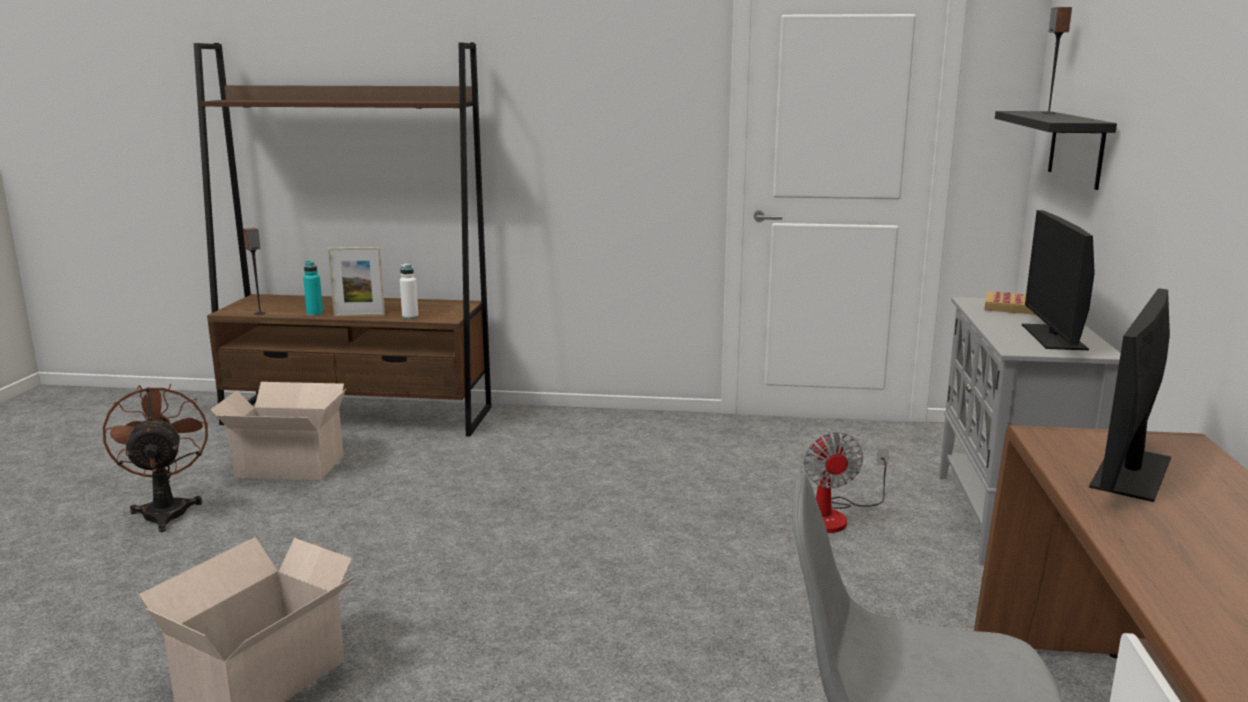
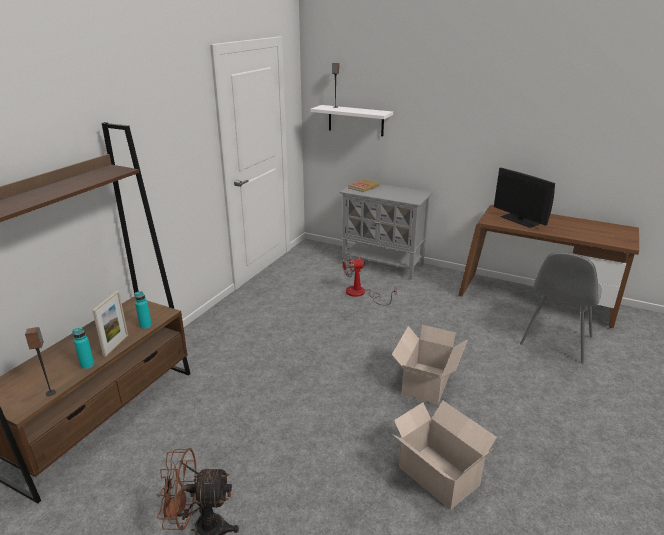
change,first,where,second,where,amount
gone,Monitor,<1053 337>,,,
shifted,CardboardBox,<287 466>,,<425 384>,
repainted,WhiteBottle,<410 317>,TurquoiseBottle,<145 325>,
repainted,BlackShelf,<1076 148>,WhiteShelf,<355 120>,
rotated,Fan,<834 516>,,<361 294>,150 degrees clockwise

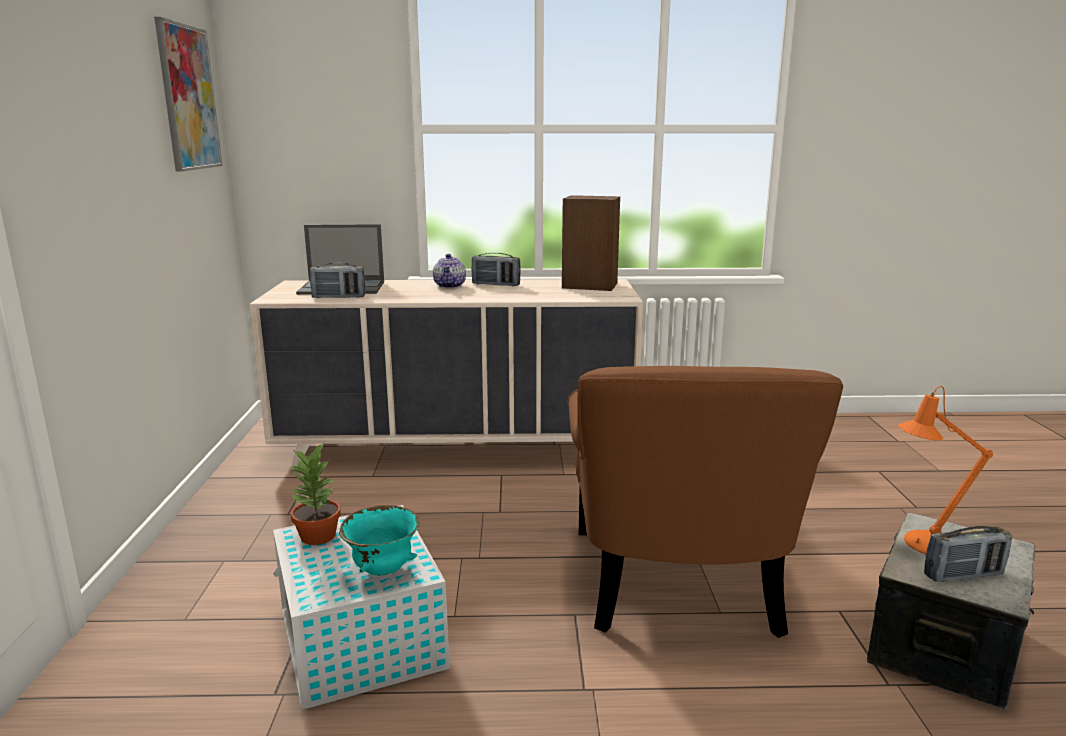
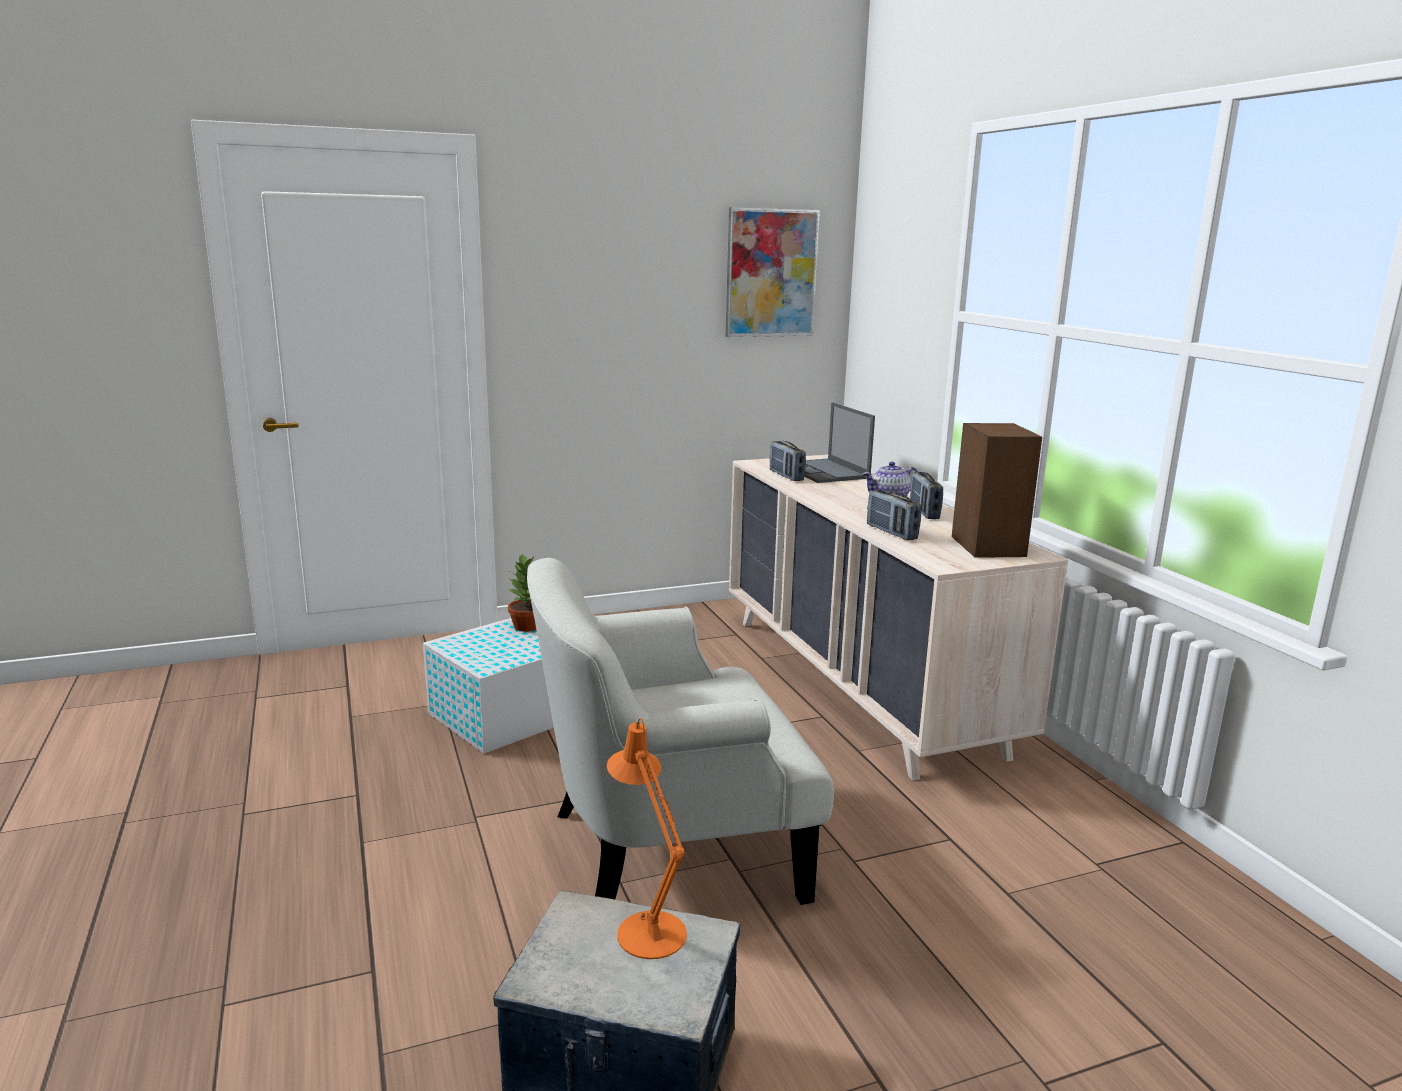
change,first,where,second,where,amount
gone,TurquoiseBowl,<382 570>,,,
shifted,Radio,<963 575>,,<891 532>,
repainted,BrownArmchair,<679 581>,WhiteArmchair,<666 851>,

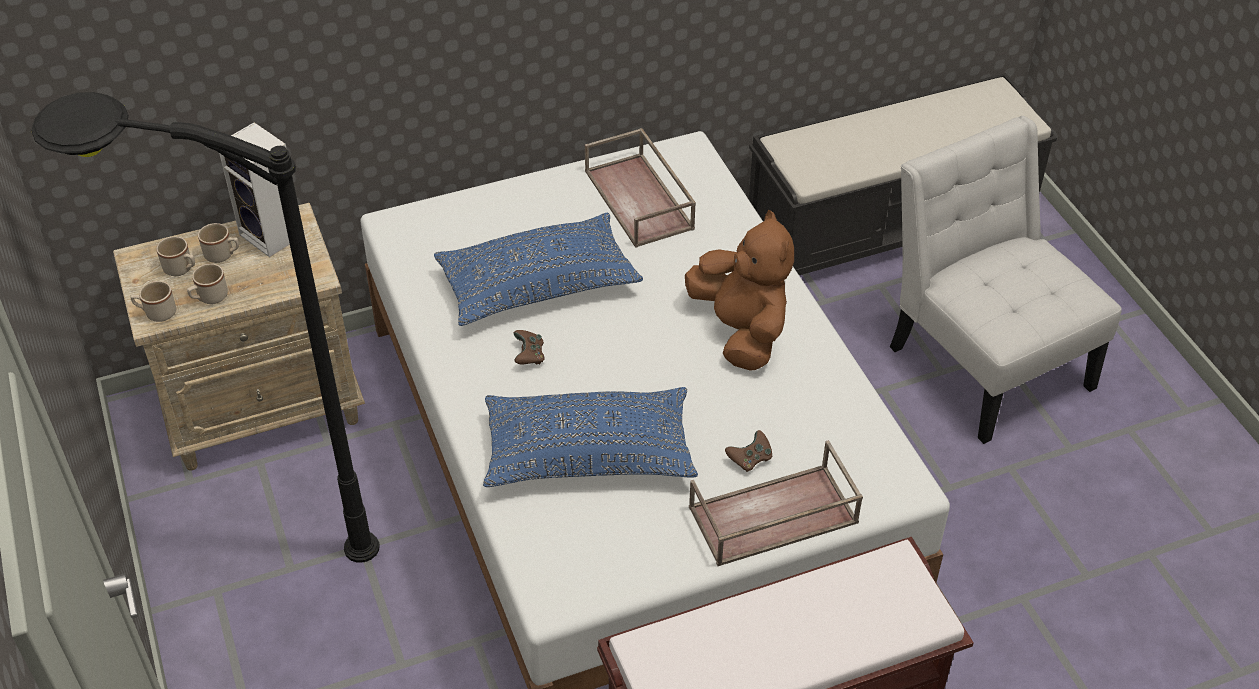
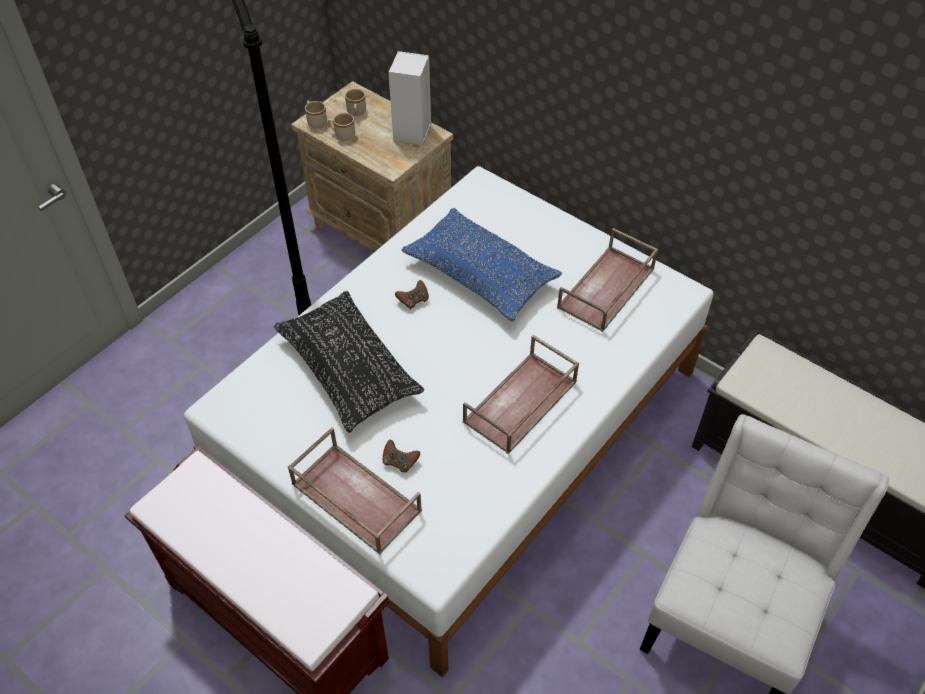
change,first,where,second,where,amount
gone,BeigeMug,<223 255>,,,
swapped,BrownPlushToy,<741 331>,BrownTray,<520 403>,
repainted,BluePillow,<589 453>,BlackPillow,<349 370>,

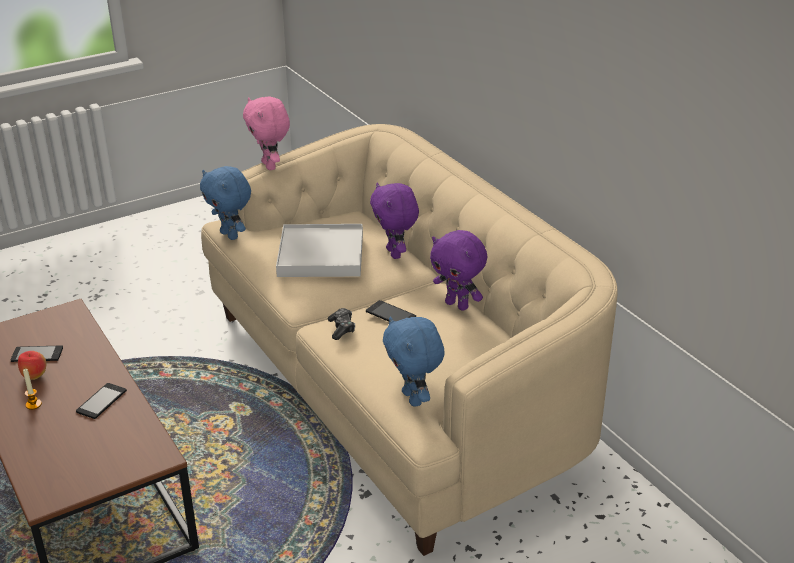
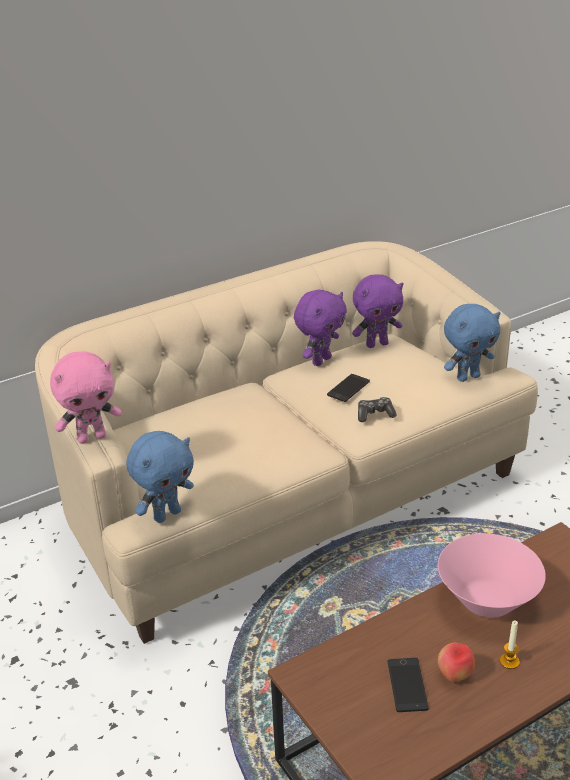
change,first,where,second,where,amount
gone,WhiteTray,<320 255>,,,
shifted,PurplePlushToy,<395 253>,,<377 344>,
swapped,Phone,<101 401>,PinkBowl,<487 601>,

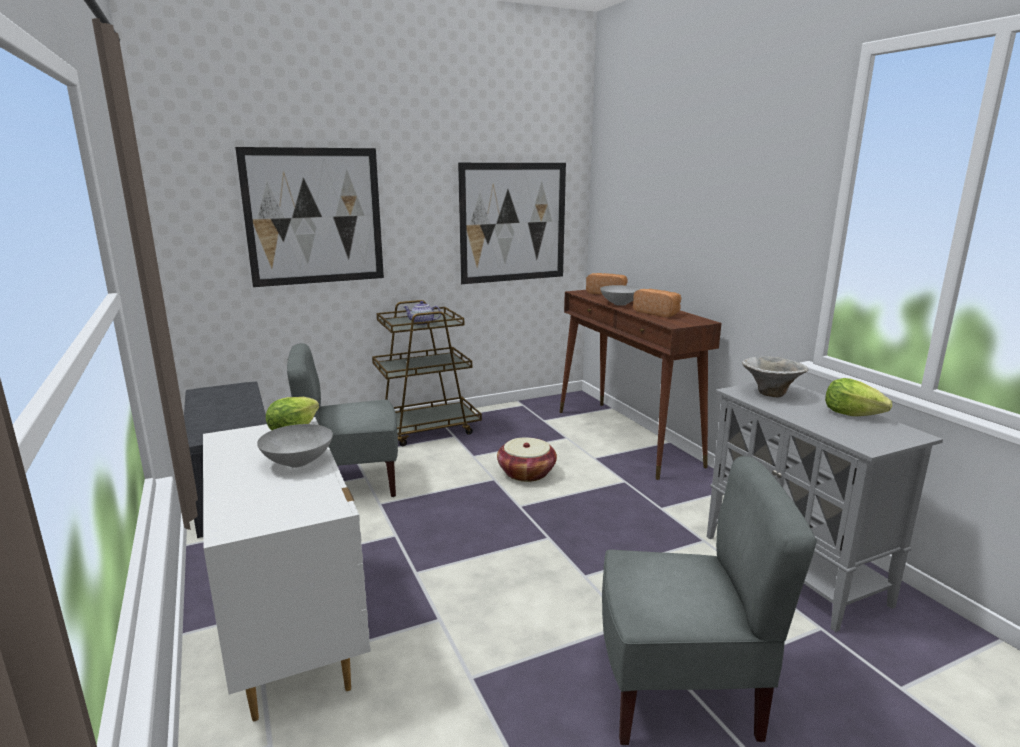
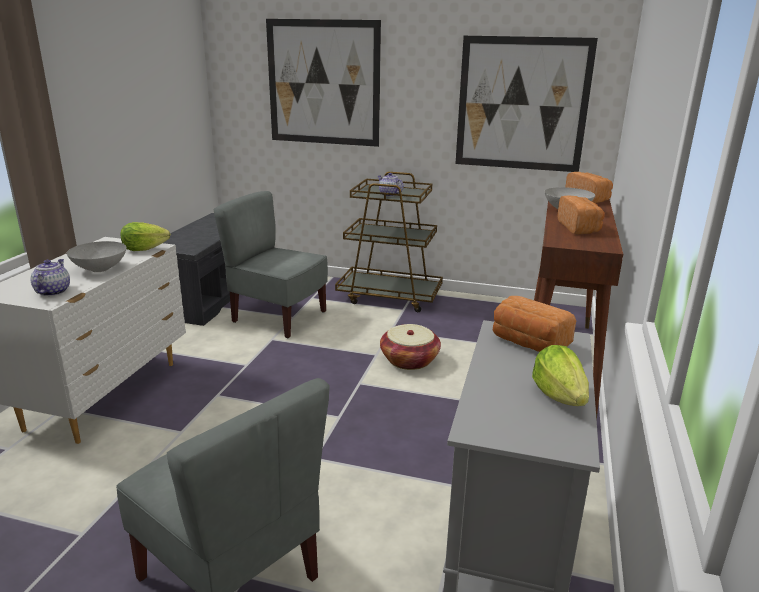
change,first,where,second,where,amount
new,,,Teapot,<53 291>,
swapped,Bowl,<769 393>,Bread,<528 343>,

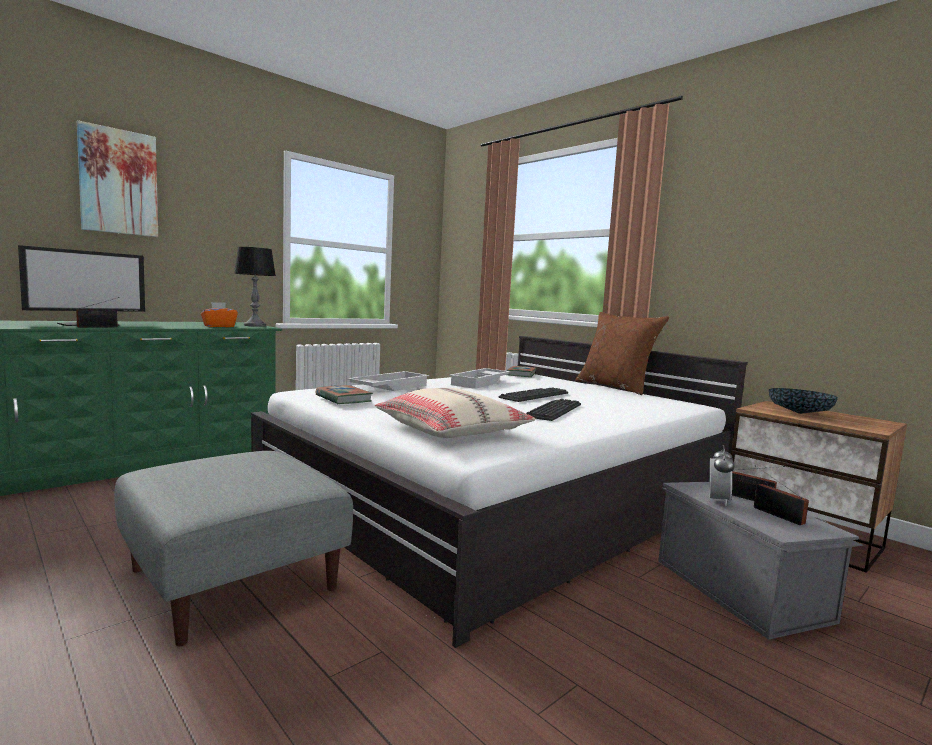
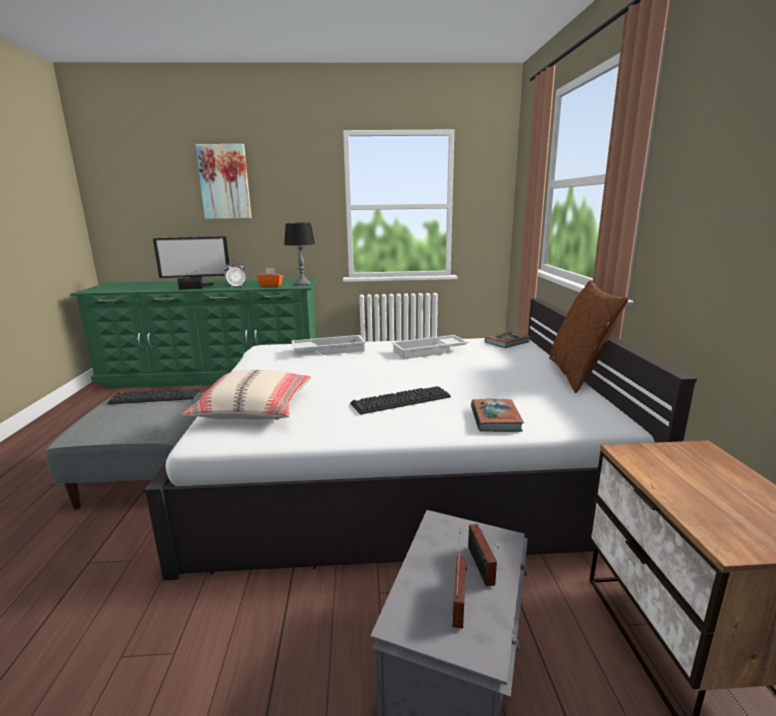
change,first,where,second,where,amount
gone,Bowl,<799 413>,,,
shifted,Book,<343 399>,,<495 419>,
shifted,Keyboard,<534 395>,,<155 397>,
shifted,AlarmClock,<717 500>,,<236 287>,

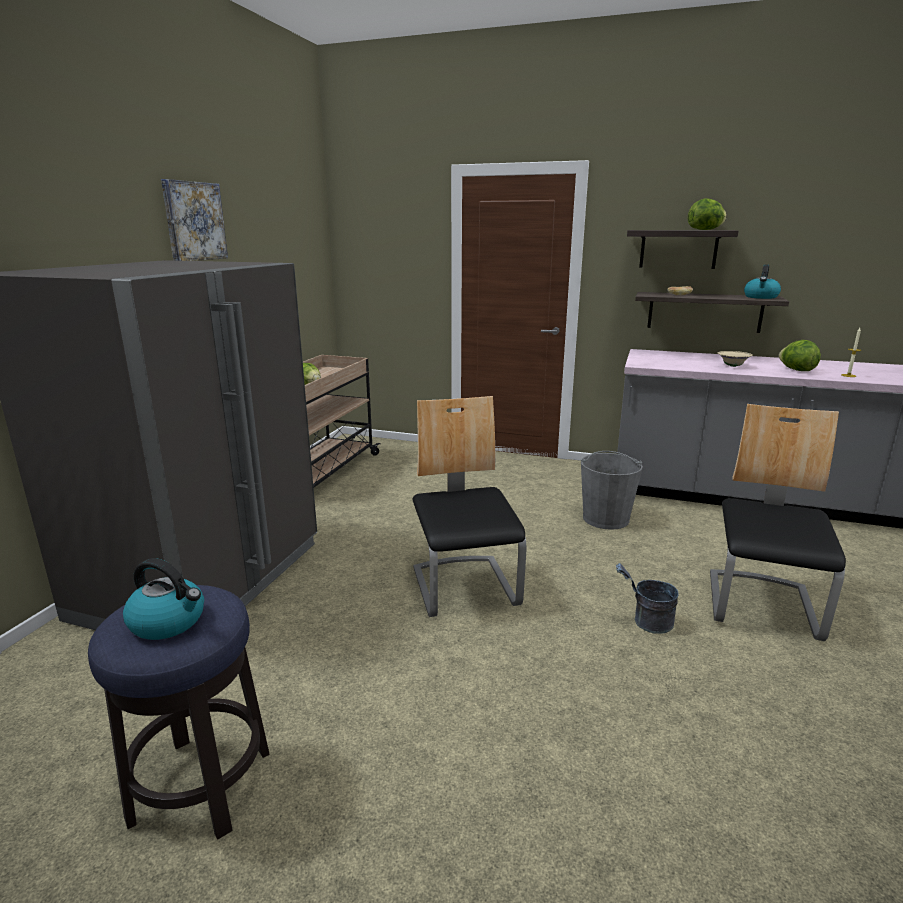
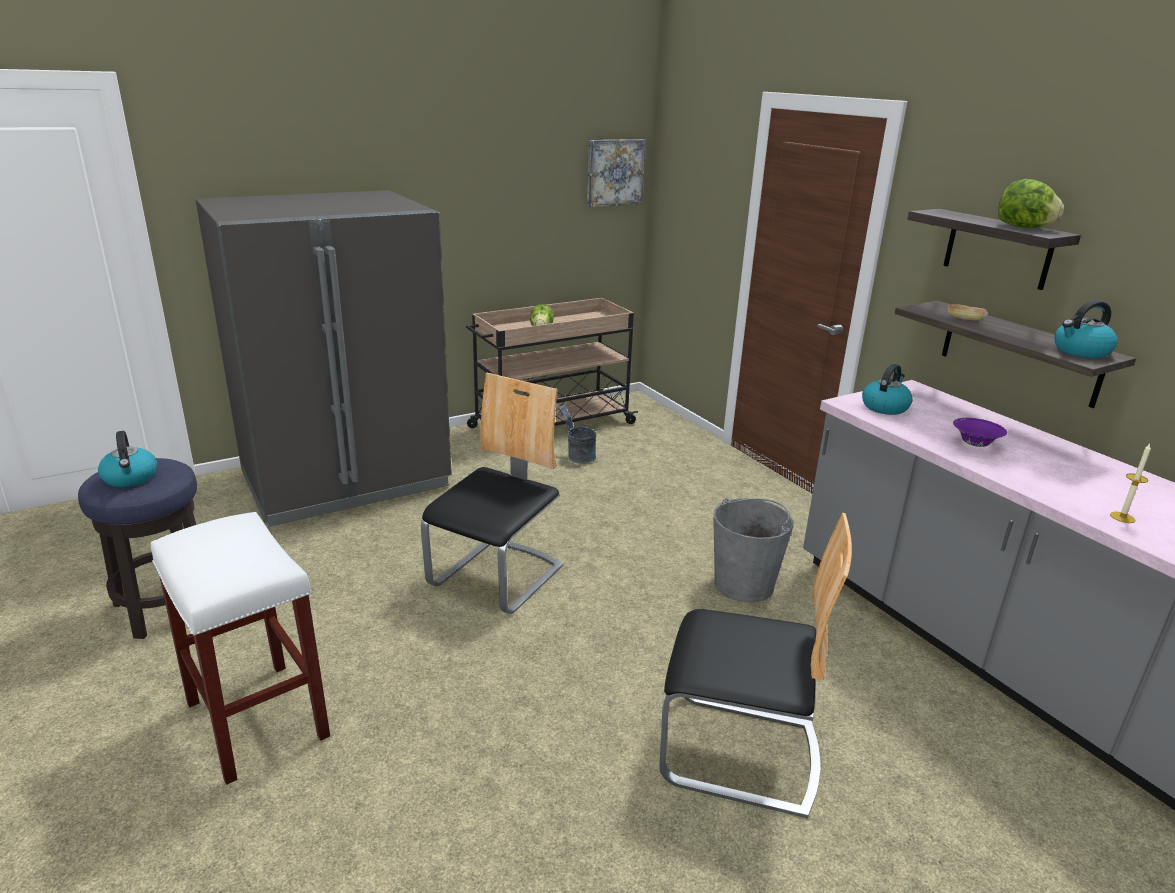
change,first,where,second,where,amount
gone,Lettuce,<796 370>,,,
new,,,WhiteStool,<259 720>,
new,,,Kettle,<885 407>,
shifted,Picture,<194 221>,,<614 172>,
shifted,GreyBucket,<646 622>,,<577 456>,
repainted,BeigeBowl,<733 366>,PurpleBowl,<975 444>,
rotated,Chair,<762 605>,,<739 752>,45 degrees clockwise

